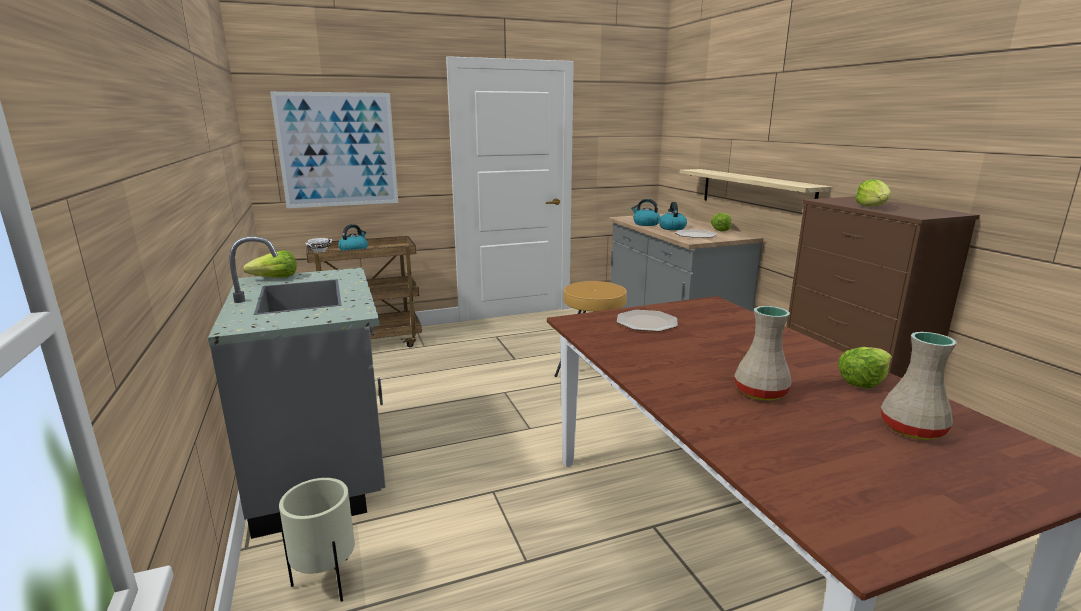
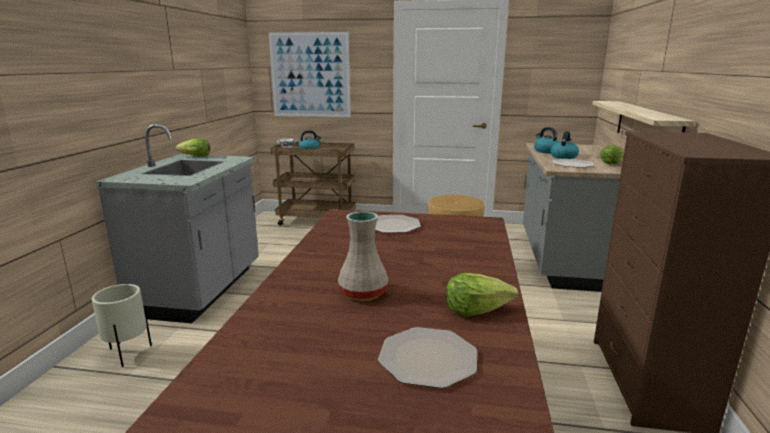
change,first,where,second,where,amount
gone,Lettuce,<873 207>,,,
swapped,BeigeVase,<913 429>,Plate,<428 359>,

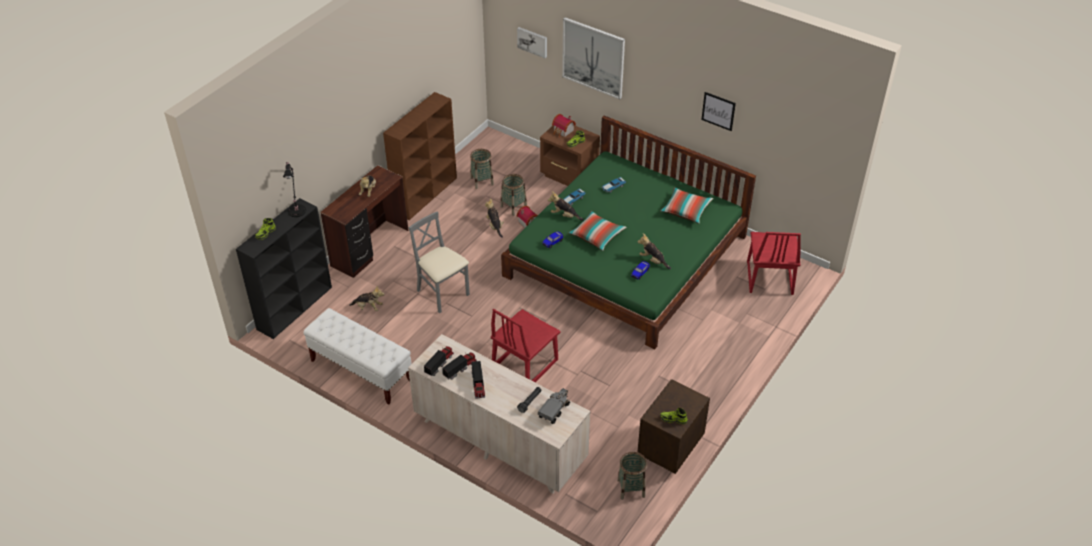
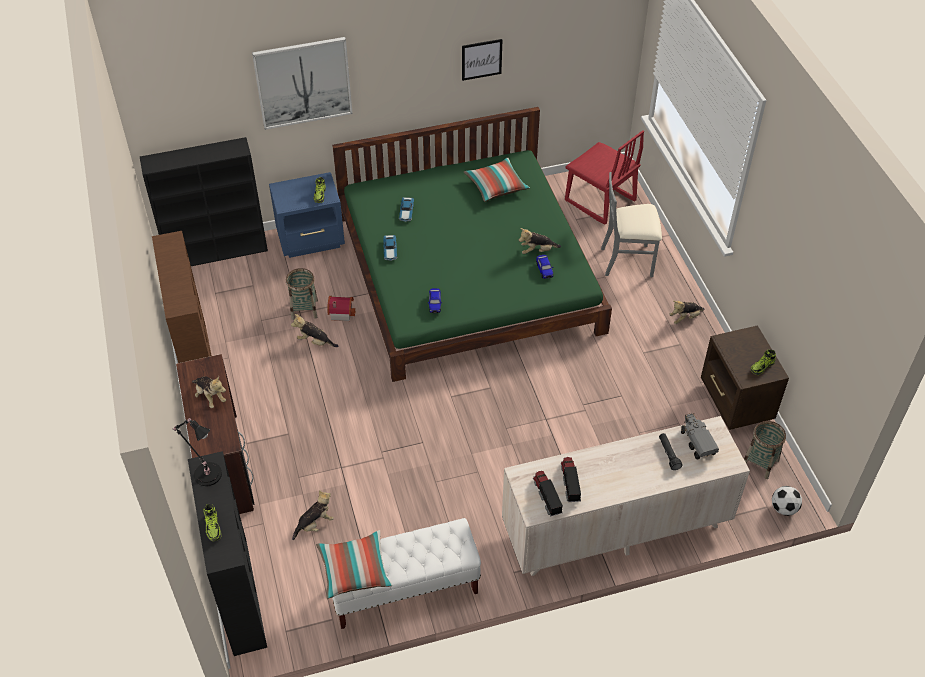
change,first,where,second,where,amount
gone,Basket,<482 181>,,,
gone,ToyTruck,<478 384>,,,
gone,RedChair,<524 363>,,,
gone,Picture,<532 41>,,,
gone,ToyHouse,<563 131>,,,
new,,,BlackBookcase,<217 251>,
new,,,Football,<783 508>,
shifted,GreyChair,<442 293>,,<627 261>,
shifted,PlushToy,<564 216>,,<685 318>,
shifted,Pillow,<596 236>,,<354 570>,
repainted,BrownNightstand,<569 176>,BlueNightstand,<312 240>,

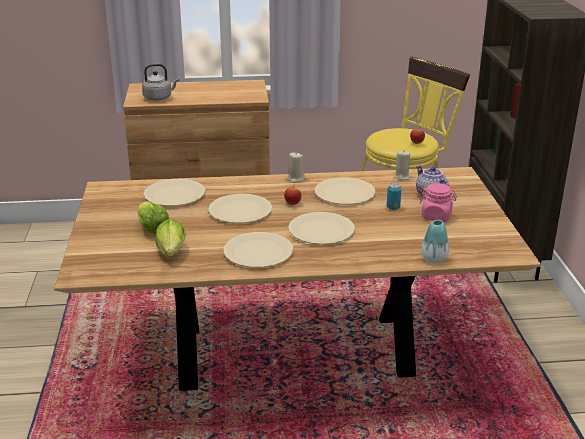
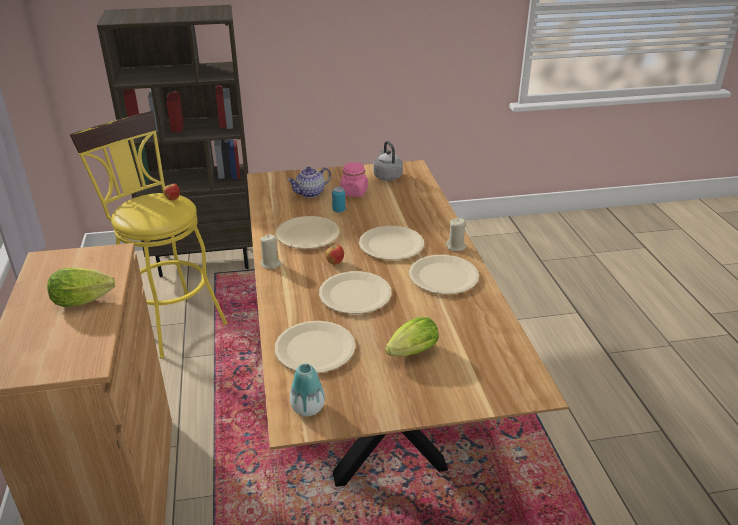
change,first,where,second,where,amount
shifted,GreyKettle,<159 98>,,<387 176>,
shifted,Lettuce,<171 254>,,<86 301>,
shifted,BeigeCandle,<402 177>,,<456 247>,
shifted,Vase,<434 259>,,<307 408>,

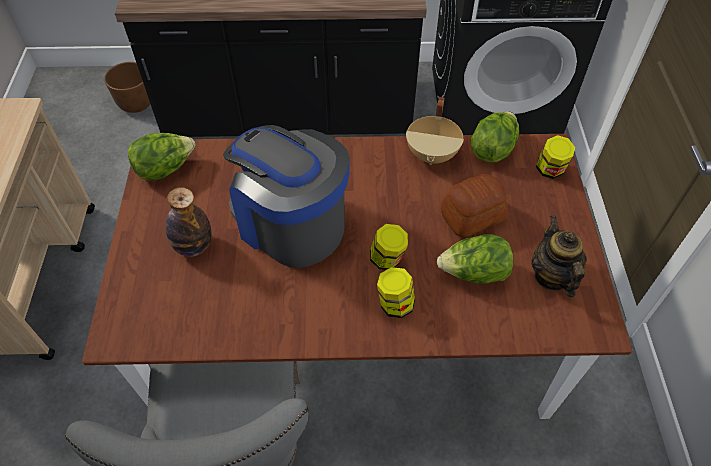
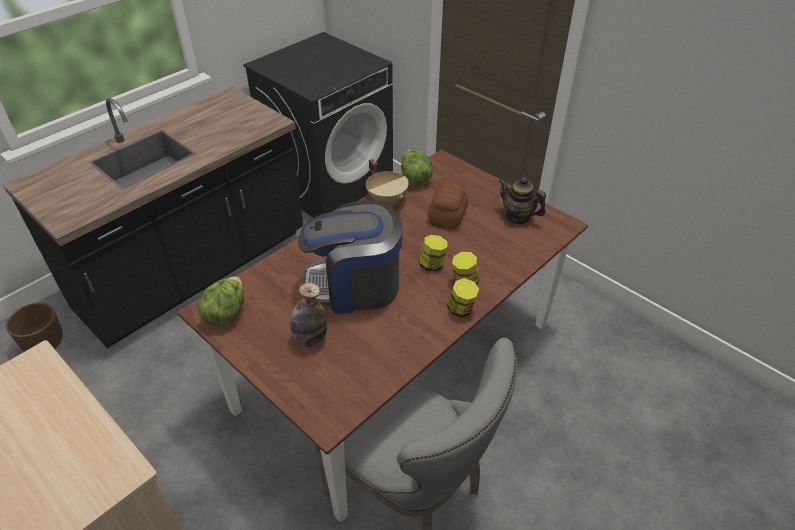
change,first,where,second,where,amount
gone,Lettuce,<474 273>,,,
shifted,Jar,<550 170>,,<461 309>,

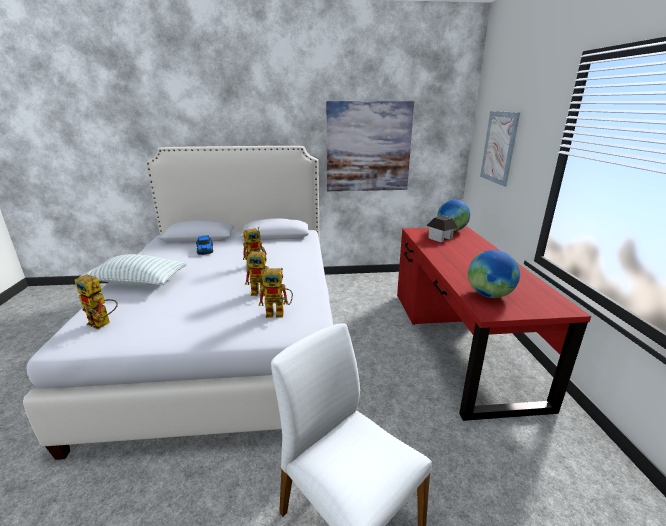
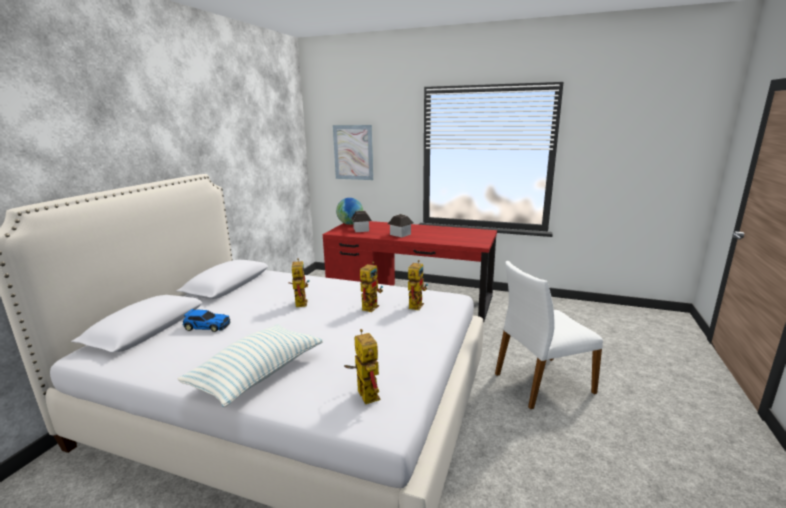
change,first,where,second,where,amount
gone,Picture,<368 147>,,,
gone,Globe,<489 295>,,,
new,,,ToyHouse,<400 234>,
rotated,ToyRobot,<103 324>,,<364 392>,75 degrees counterclockwise

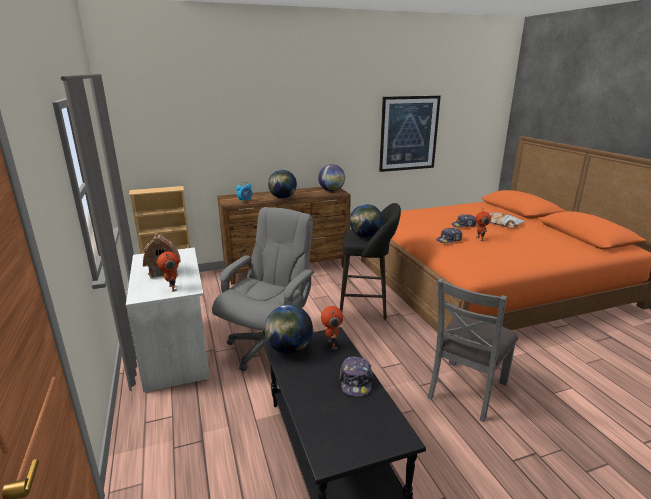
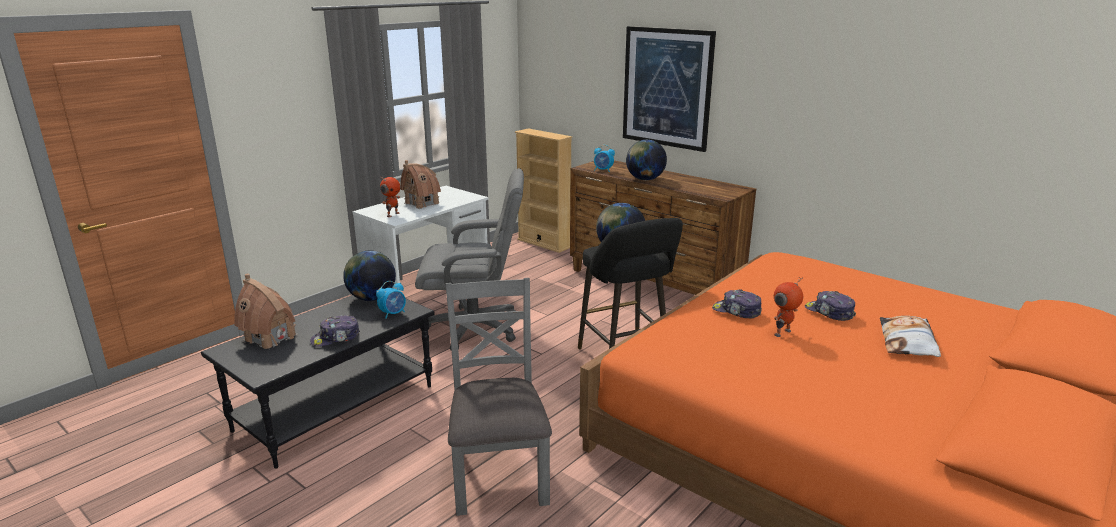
change,first,where,second,where,amount
gone,Globe,<331 191>,,,
new,,,ToyHouse,<270 338>,
shifted,Picture,<409 133>,,<667 88>,
swapped,ToyRobot,<331 345>,AlarmClock,<393 314>,
rotated,GreyChair,<466 389>,,<498 473>,75 degrees clockwise

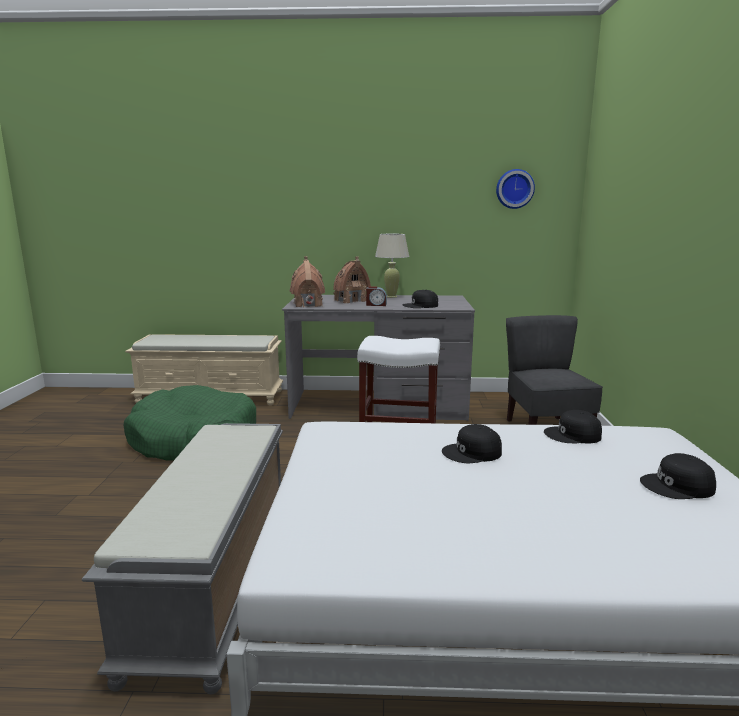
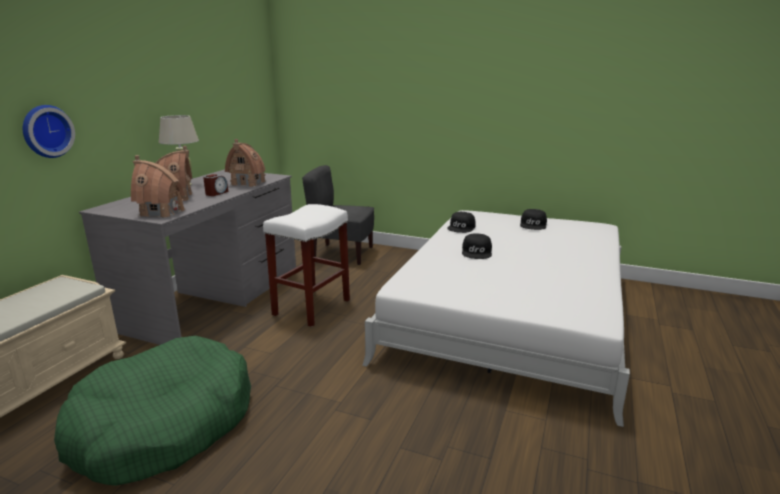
change,first,where,second,where,amount
gone,GreyBench,<217 580>,,,
shifted,WallClock,<514 189>,,<46 131>,
swapped,BlackCap,<421 305>,ToyHouse,<248 183>,

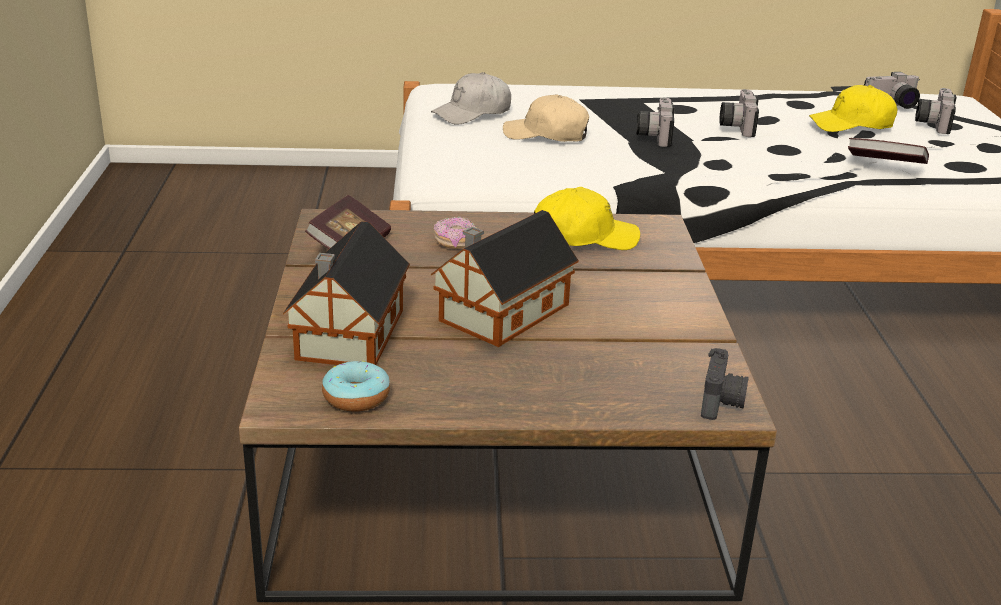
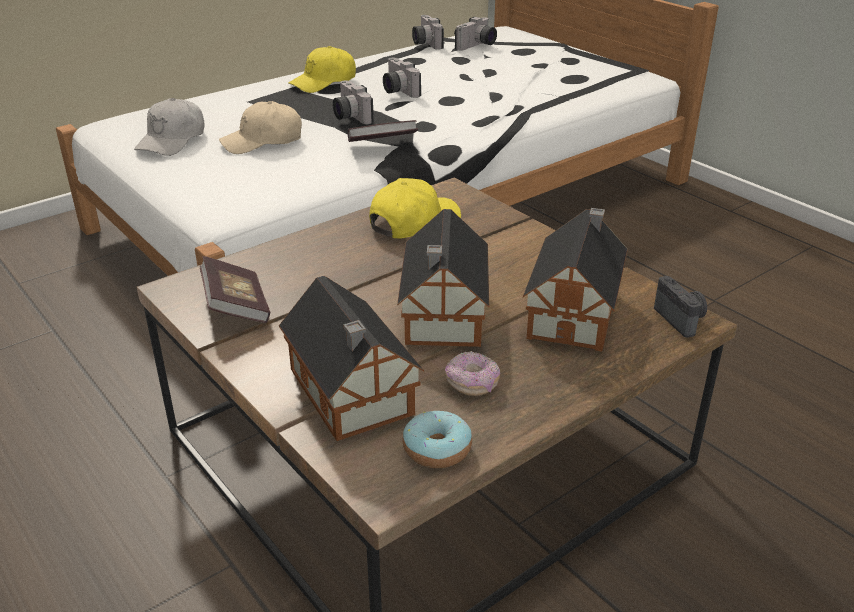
change,first,where,second,where,amount
new,,,ToyHouse,<575 311>,
shifted,Donut,<455 242>,,<472 384>,
shifted,YellowCap,<852 125>,,<323 82>,
shifted,Book,<885 167>,,<382 146>,
shifted,PhotoCamera,<931 123>,,<425 43>,

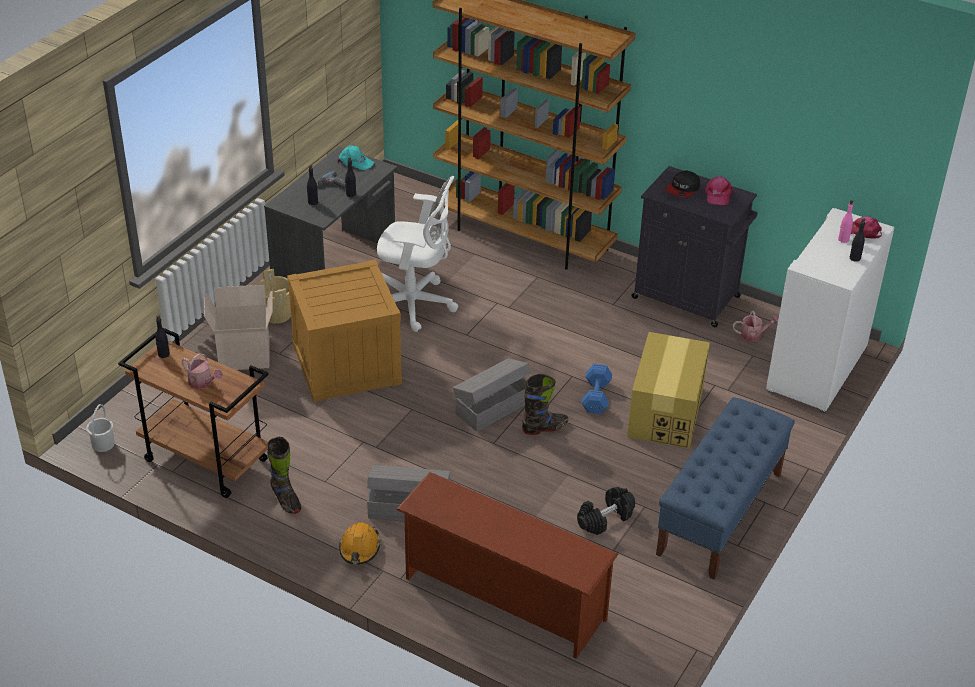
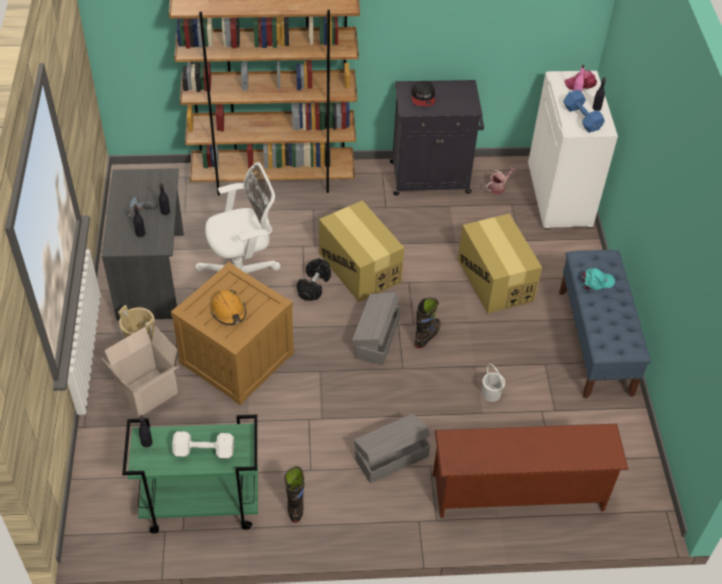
change,first,where,second,where,amount
gone,PinkCap,<717 195>,,,
new,,,CardboardBox,<359 267>,
shifted,WhiteBucket,<103 444>,,<491 393>,
shifted,TurquoiseCap,<355 162>,,<596 282>,
shifted,OrangeHardHat,<359 549>,,<228 311>,
shifted,BlackDumbbell,<605 518>,,<313 285>,
shifted,BlueDumbbell,<596 396>,,<581 117>,
swapped,WateringCan,<203 383>,WhiteDumbbell,<205 452>,
repainted,BrownCart,<204 460>,GreenCart,<200 506>,
rotated,BlackBoot,<286 500>,,<295 503>,120 degrees counterclockwise

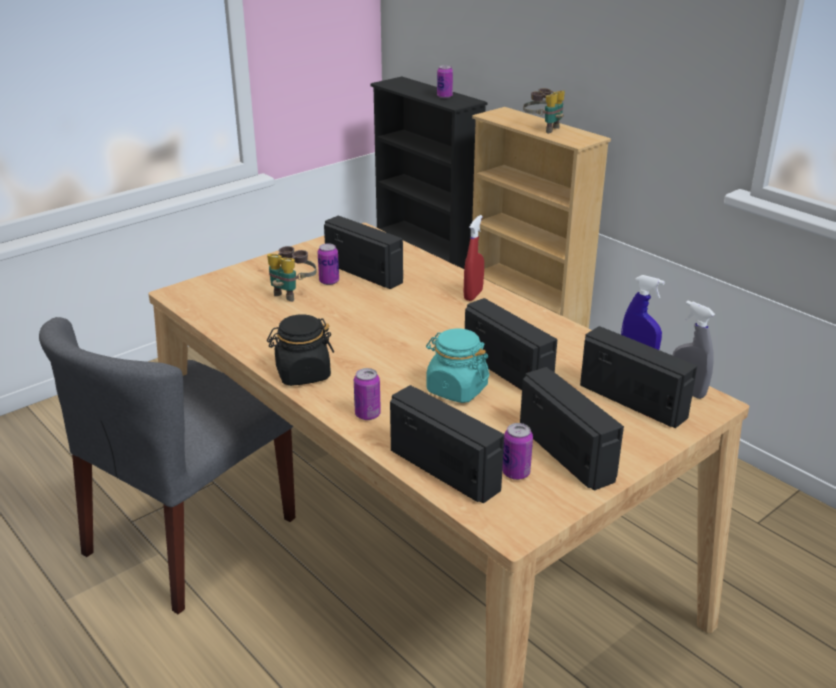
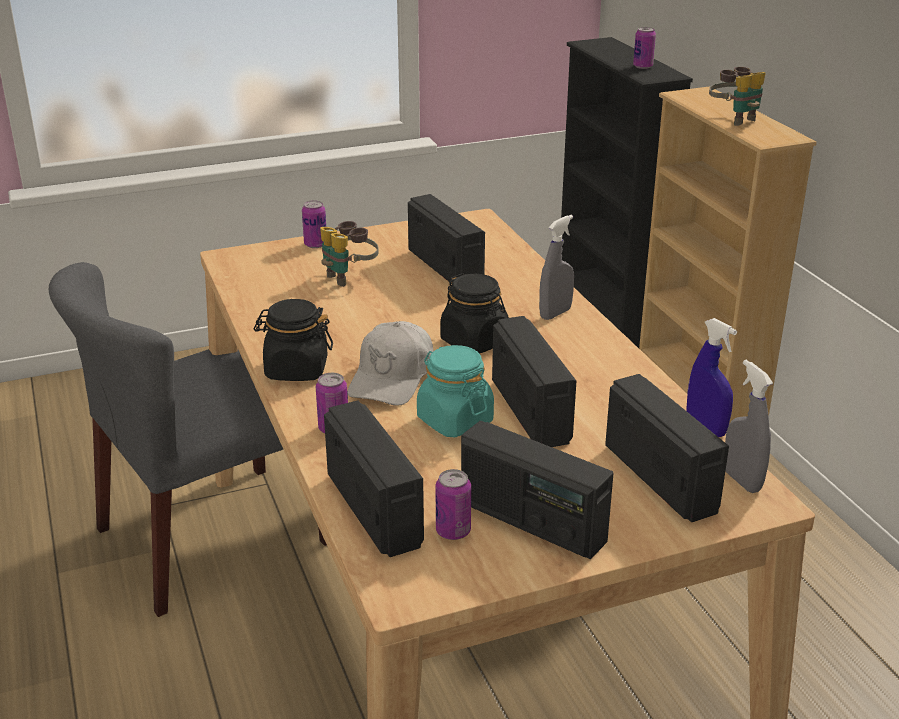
change,first,where,second,where,amount
new,,,WhiteCap,<392 378>,
new,,,BlackJar,<475 342>,
shifted,Can,<329 281>,,<315 244>,
repainted,RedSprayBottle,<473 295>,GreySprayBottle,<555 313>,
rotated,Radio,<567 453>,,<531 522>,135 degrees clockwise

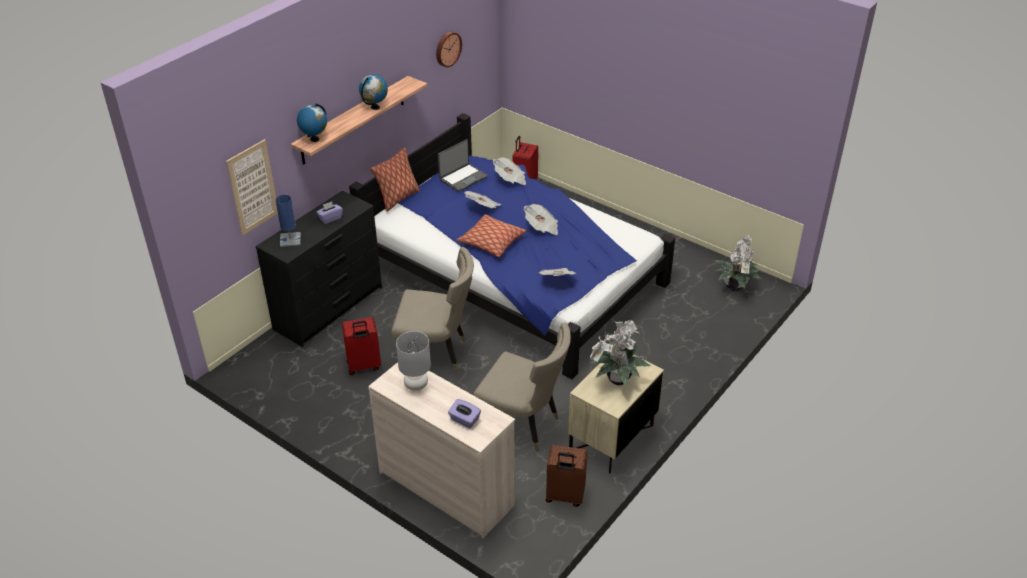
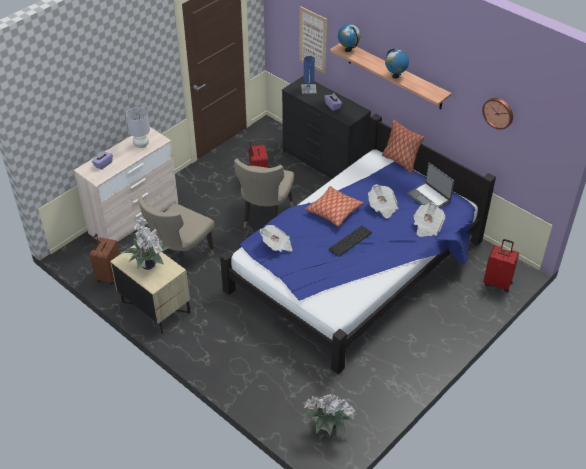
change,first,where,second,where,amount
swapped,Newspaper,<542 228>,Keyboard,<350 242>,

